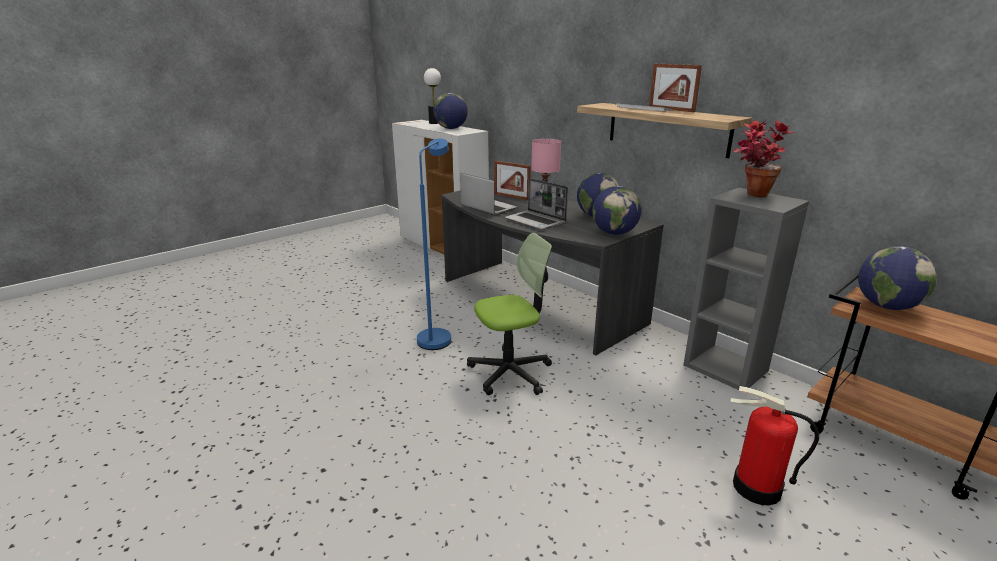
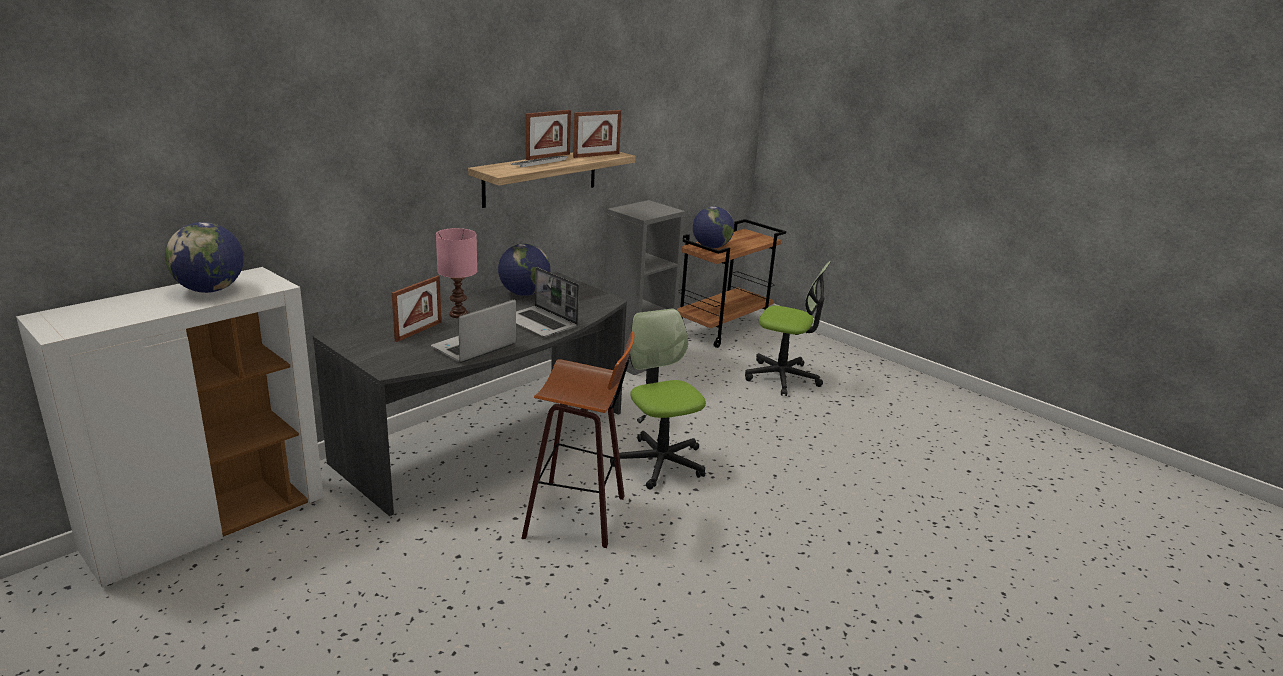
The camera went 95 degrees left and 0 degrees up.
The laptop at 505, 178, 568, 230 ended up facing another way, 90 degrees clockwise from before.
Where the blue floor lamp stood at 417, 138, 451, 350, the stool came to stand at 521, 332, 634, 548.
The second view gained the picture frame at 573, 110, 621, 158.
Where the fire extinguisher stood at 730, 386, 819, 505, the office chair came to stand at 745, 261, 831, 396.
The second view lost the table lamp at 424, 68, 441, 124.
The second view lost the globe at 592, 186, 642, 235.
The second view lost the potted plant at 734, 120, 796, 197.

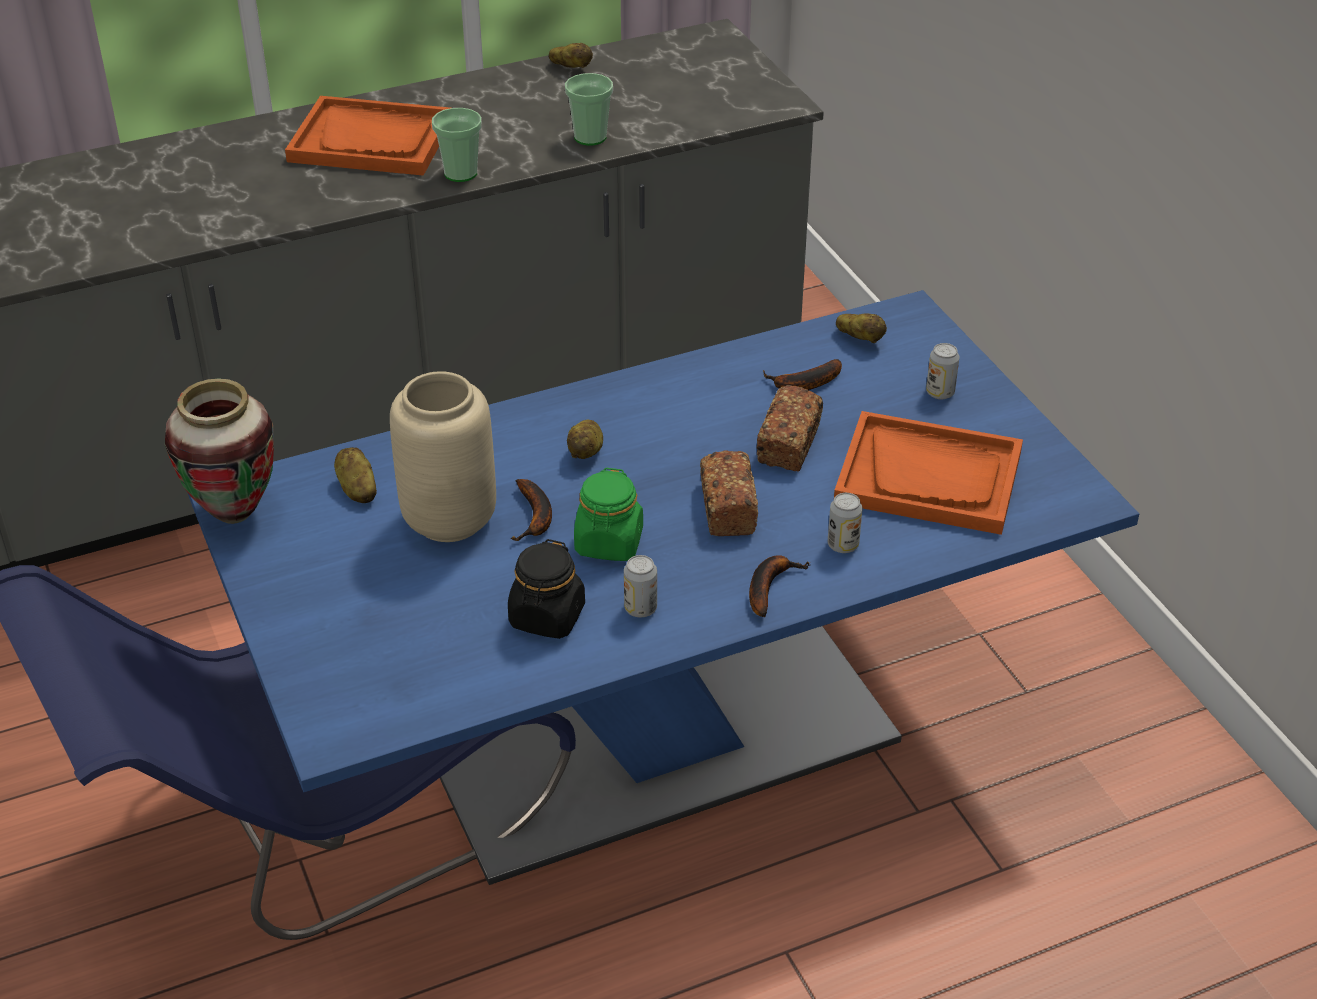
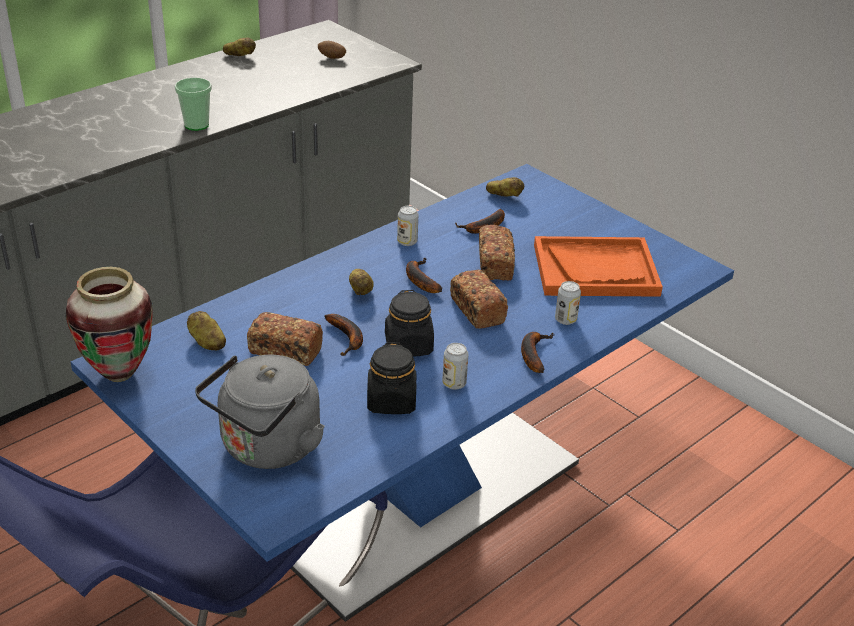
The camera went 20 degrees left and 5 degrees down.
The second view gained the grey kettle at 195, 354, 325, 469.
Where the beige vase stood at 390, 371, 496, 542, the bread came to stand at 247, 312, 323, 366.
The second view gained the potato at 318, 41, 346, 59.
What was the green jar at 574, 468, 643, 561 turned into the black jar at 385, 290, 434, 357.
The can ended up elsewhere, having gone from 926, 343, 959, 399 to 397, 206, 418, 246.
The second view gained the banana at 406, 258, 442, 293.
The second view lost the orange tray at 285, 96, 450, 176.
The second view lost the cup at 565, 73, 613, 146.

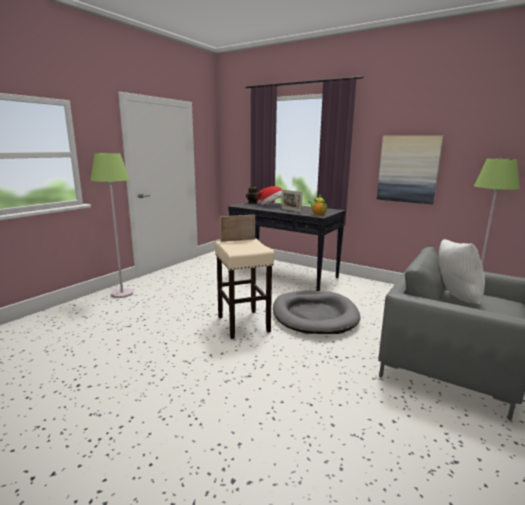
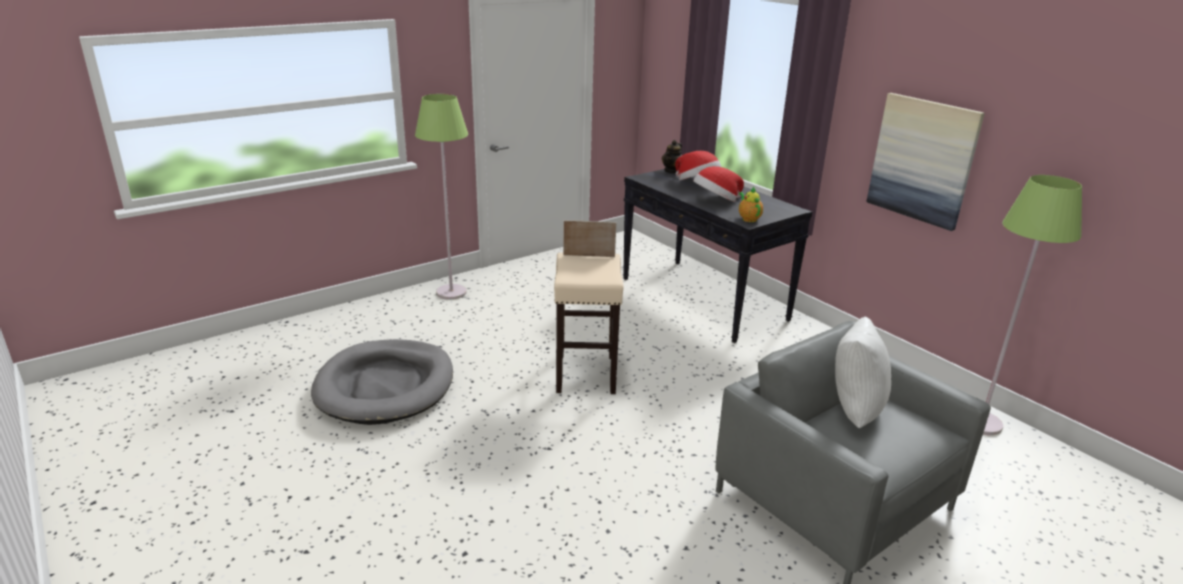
The camera went 20 degrees right and 10 degrees up.
The grey dog bed ended up elsewhere, having gone from 273, 291, 361, 334 to 311, 339, 453, 425.
Where the picture frame stood at 281, 190, 303, 212, the hat came to stand at 693, 166, 744, 202.

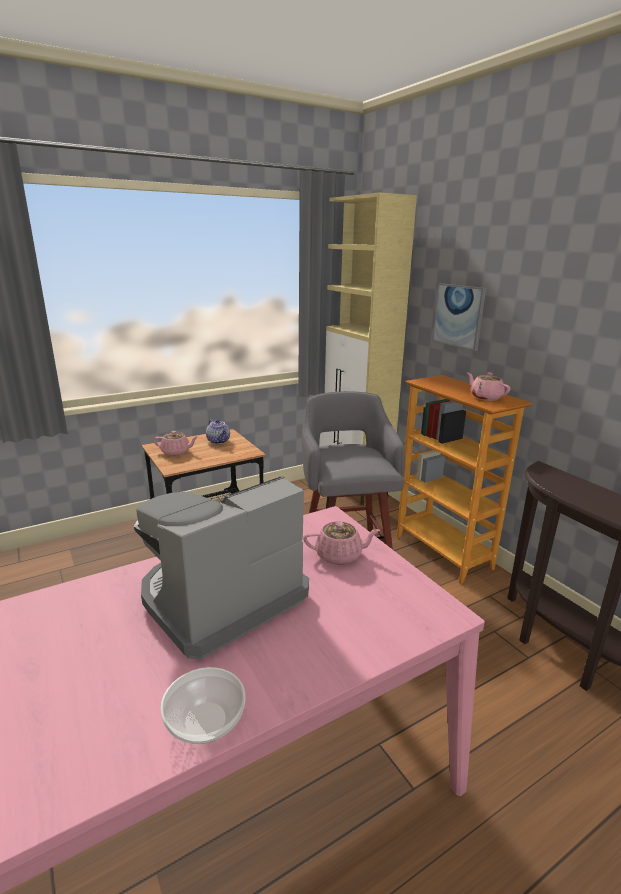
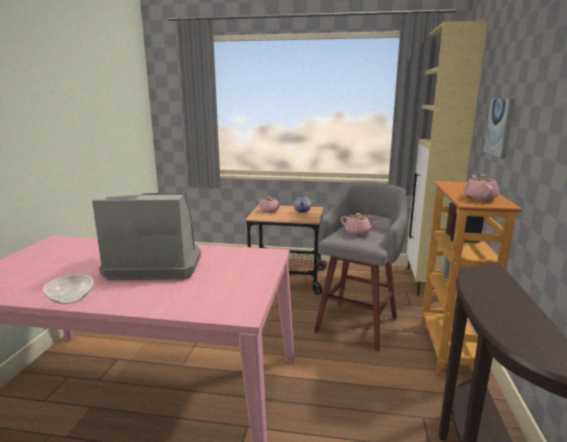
The camera went 40 degrees right and 5 degrees down.
The pink teapot ended up elsewhere, having gone from 303, 521, 380, 565 to 341, 213, 379, 235.

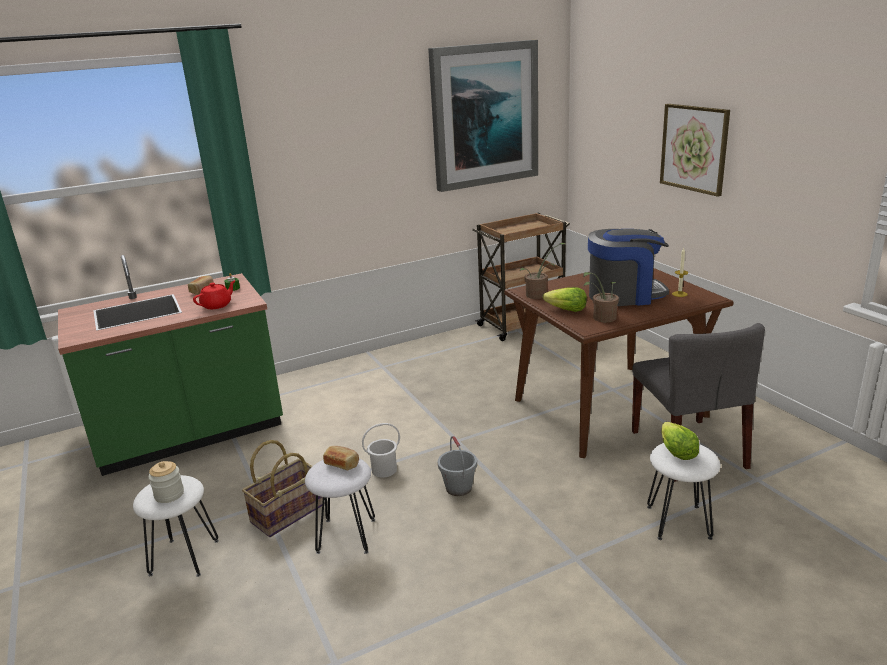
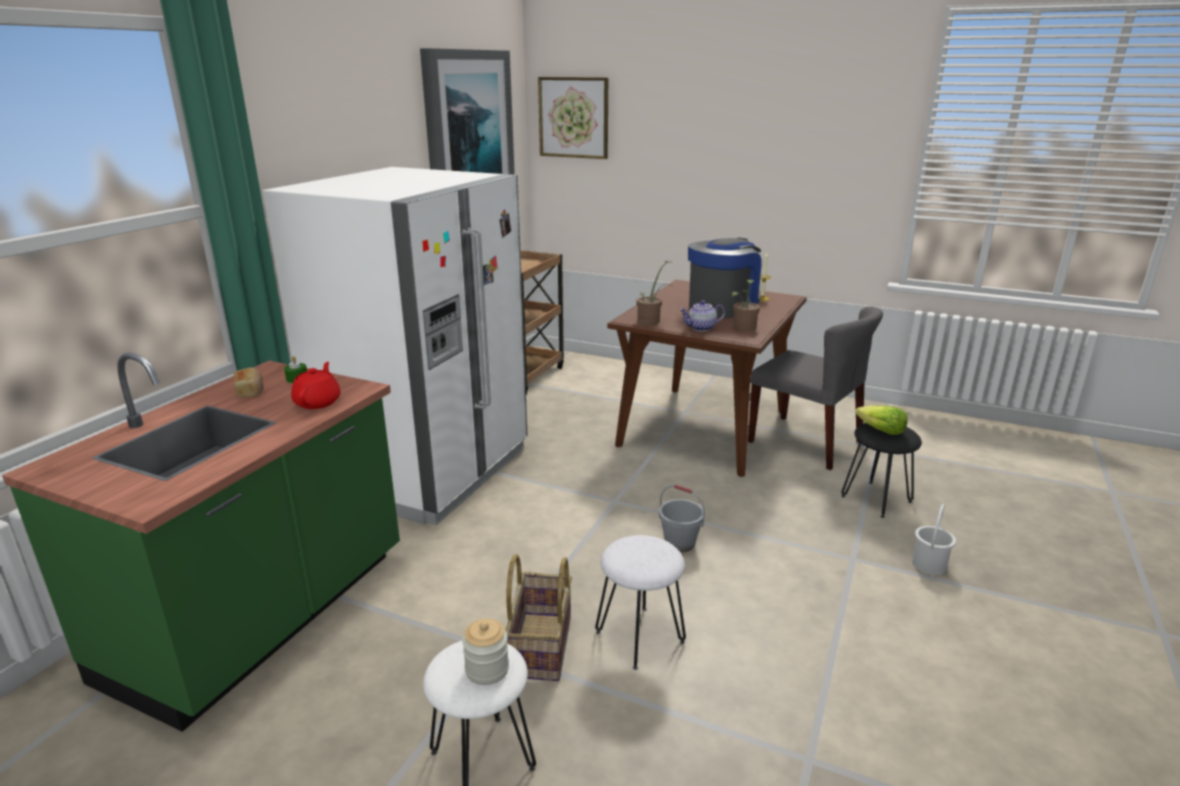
The camera went 40 degrees left and 0 degrees up.
The second view gained the white fridge at 263, 167, 528, 525.
The picture ended up elsewhere, having gone from 660, 104, 730, 197 to 538, 77, 608, 159.
Where the lettuce stood at 542, 287, 587, 312, the teapot came to stand at 680, 300, 725, 331.
What was the white stool at 647, 443, 720, 540 turned into the black stool at 841, 423, 922, 518.
The white bucket ended up elsewhere, having gone from 362, 423, 400, 478 to 912, 504, 956, 575.
The second view lost the bread at 323, 446, 359, 470.

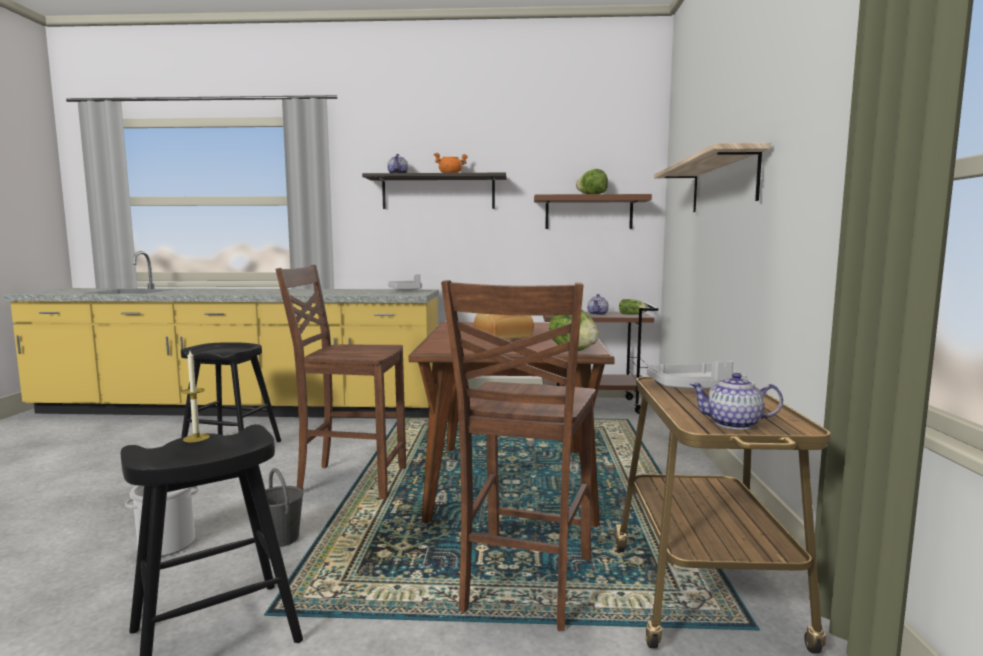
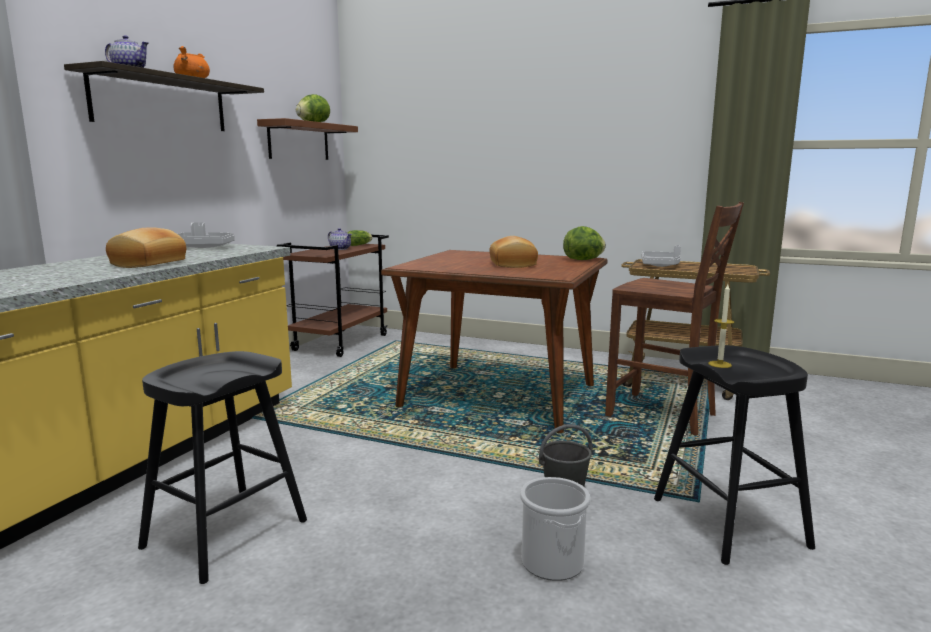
The camera went 70 degrees left and 5 degrees up.
The second view gained the bread at 106, 227, 186, 268.
The second view lost the brown chair at 275, 265, 406, 499.
The second view lost the shelf at 654, 143, 771, 212.
The second view lost the teapot at 690, 373, 783, 430.

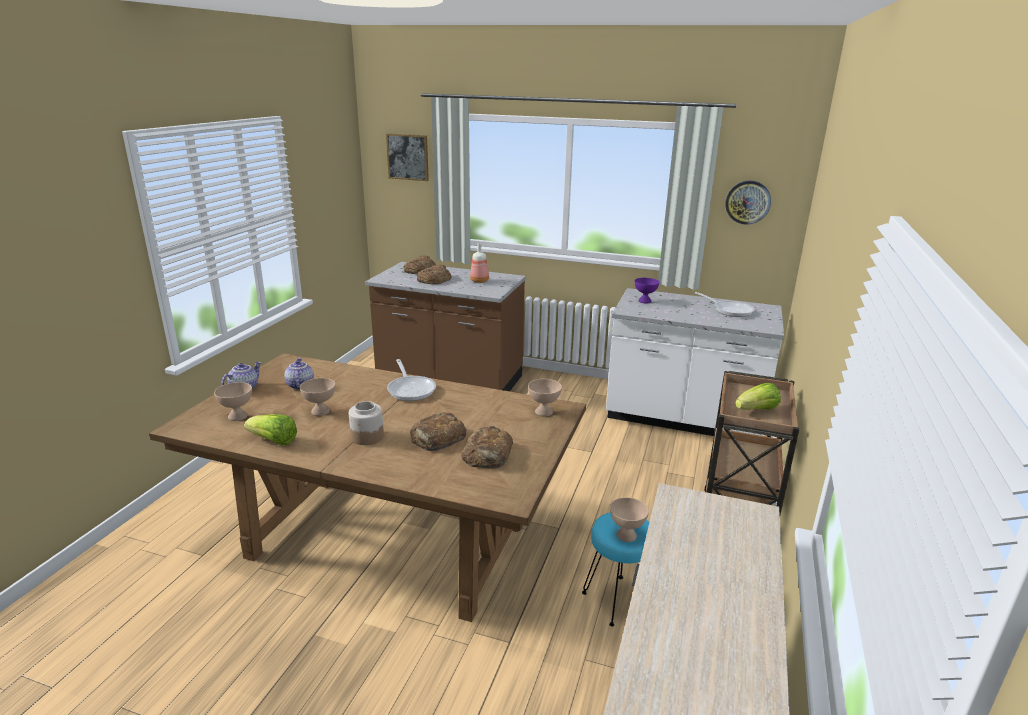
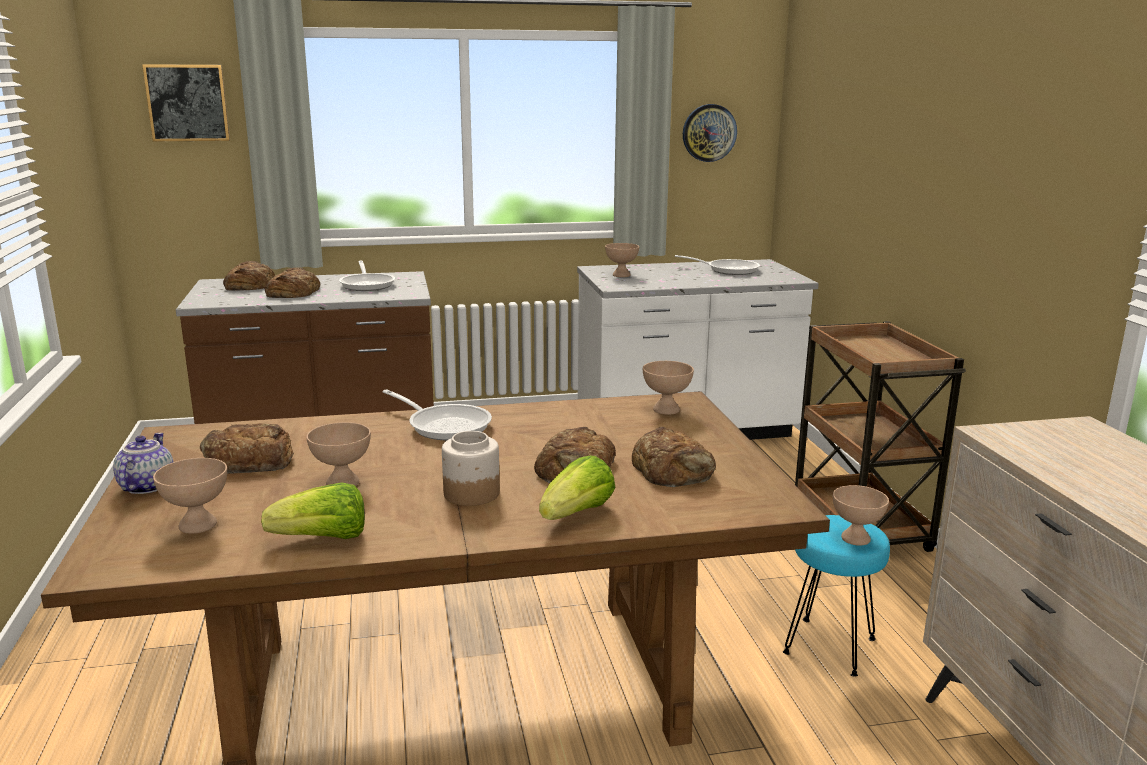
The camera went 30 degrees left and 5 degrees down.
Where the teapot stood at 284, 358, 314, 390, the bread came to stand at 200, 423, 294, 473.
Where the bottle stood at 470, 243, 489, 283, the frying pan came to stand at 339, 260, 395, 291.
The lettuce ended up elsewhere, having gone from 735, 383, 781, 410 to 539, 456, 615, 520.
What was the purple bowl at 635, 278, 659, 304 turned into the beige bowl at 605, 243, 639, 277.

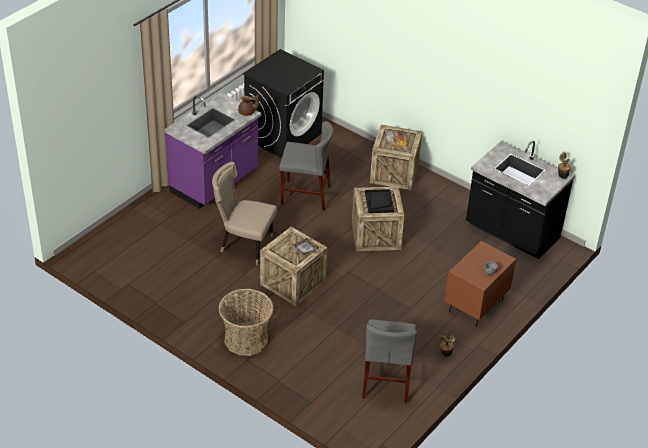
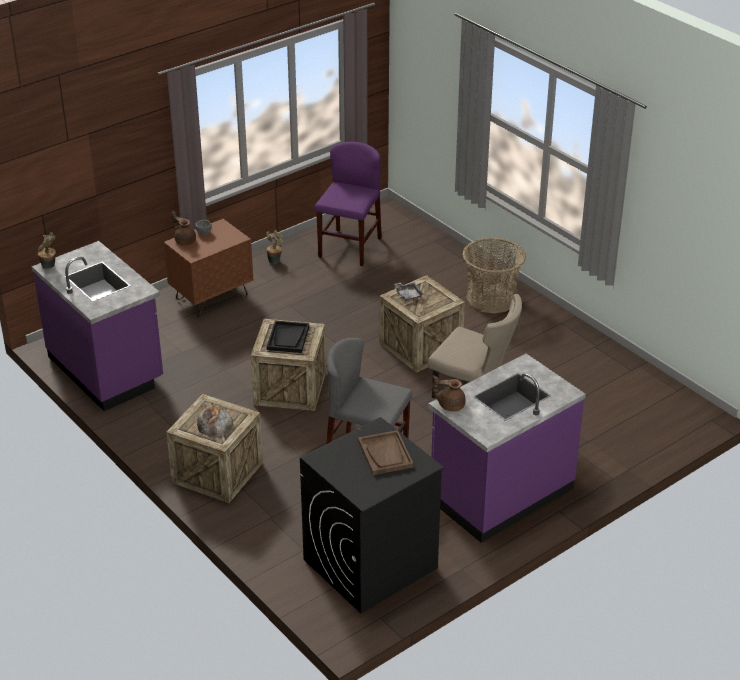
The camera went 165 degrees left and 5 degrees down.
What was the black counter at 466, 140, 575, 259 turned into the purple counter at 32, 241, 163, 411.
The second view gained the brown teapot at 172, 211, 196, 245.
What was the grey chair at 362, 319, 417, 403 turned into the purple chair at 315, 142, 382, 266.
The second view gained the brown tray at 358, 430, 413, 475.

